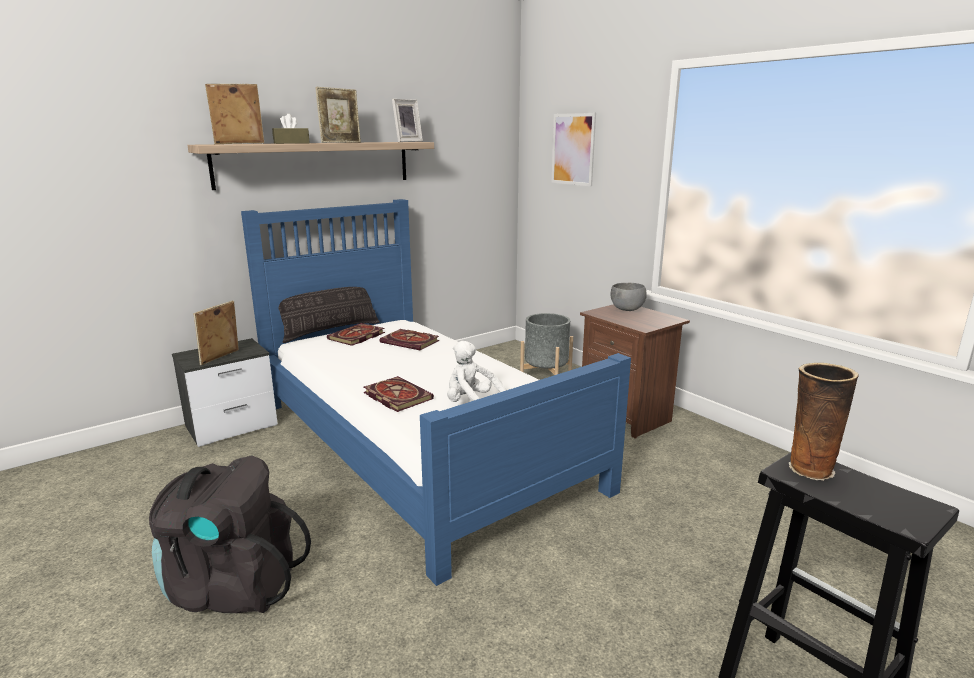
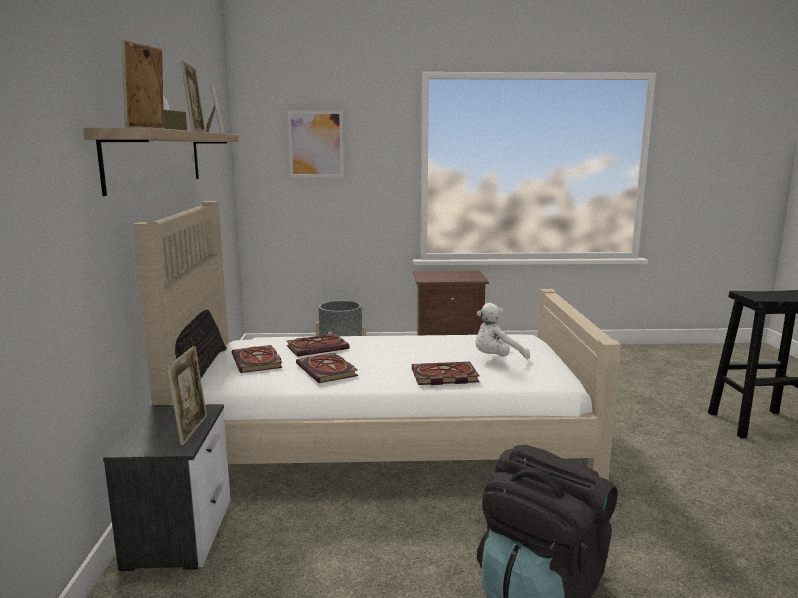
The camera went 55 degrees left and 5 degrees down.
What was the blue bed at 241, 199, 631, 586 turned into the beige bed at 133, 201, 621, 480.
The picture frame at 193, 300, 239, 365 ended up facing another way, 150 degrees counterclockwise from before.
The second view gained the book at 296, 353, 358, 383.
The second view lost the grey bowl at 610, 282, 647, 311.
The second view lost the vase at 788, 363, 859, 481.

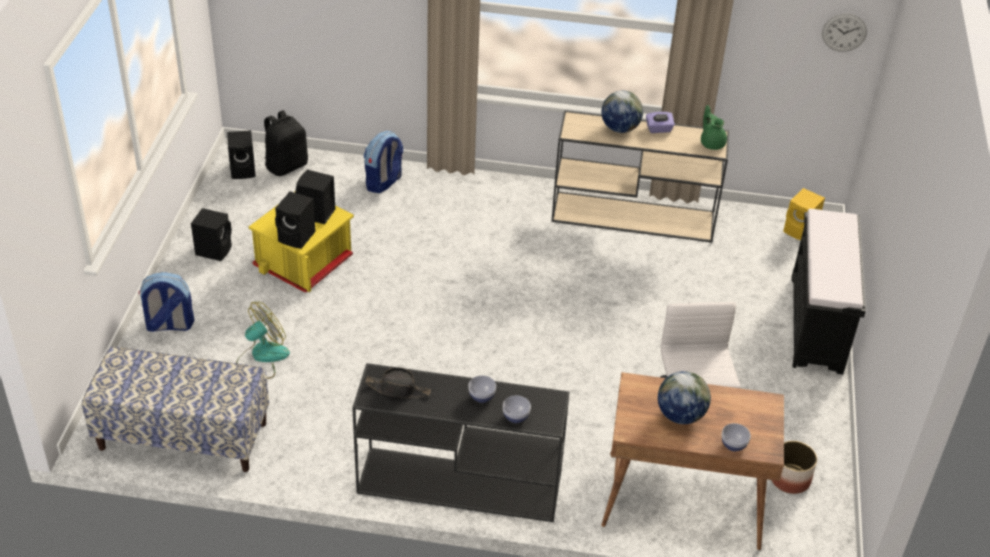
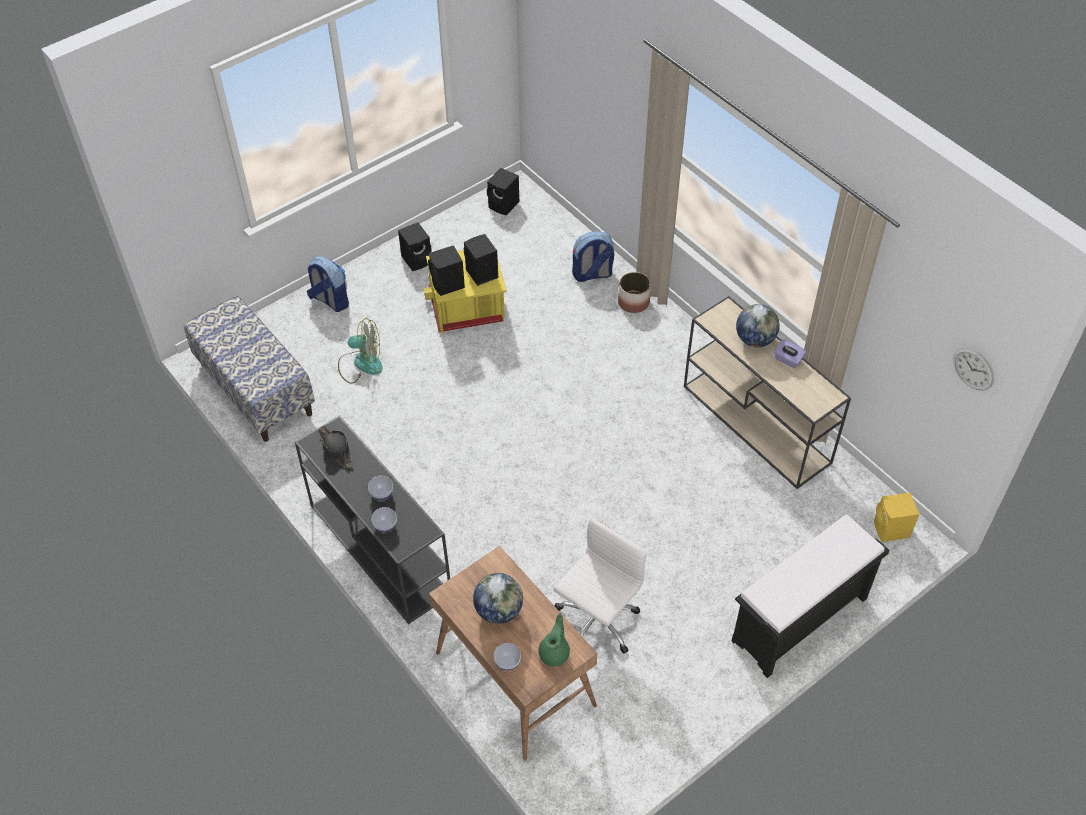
The camera went 45 degrees right and 10 degrees up.
The green teapot ended up elsewhere, having gone from 701, 105, 727, 150 to 538, 614, 570, 667.
The planter ended up elsewhere, having gone from 771, 441, 817, 494 to 618, 272, 651, 313.
The second view lost the black backpack at 264, 110, 308, 176.

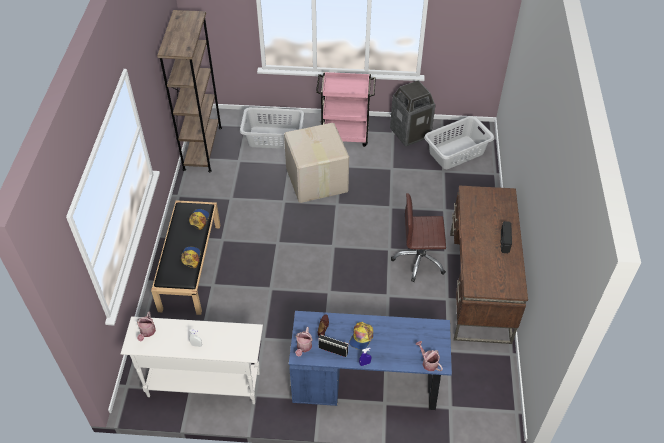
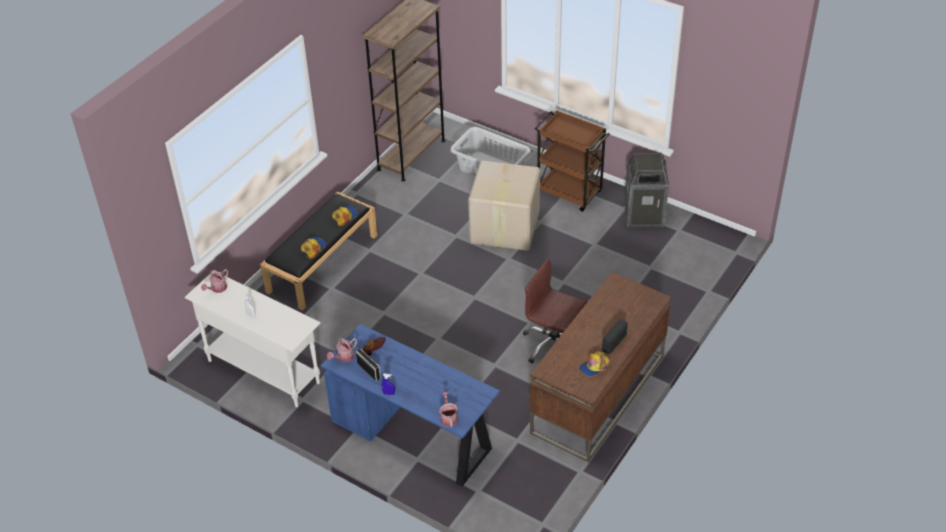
The camera went 30 degrees right and 5 degrees down.
What was the pink cart at 316, 72, 376, 147 turned into the brown cart at 534, 110, 610, 212.
The cap ended up elsewhere, having gone from 349, 322, 373, 350 to 579, 351, 610, 376.
The second view lost the grey laundry basket at 424, 116, 494, 169.

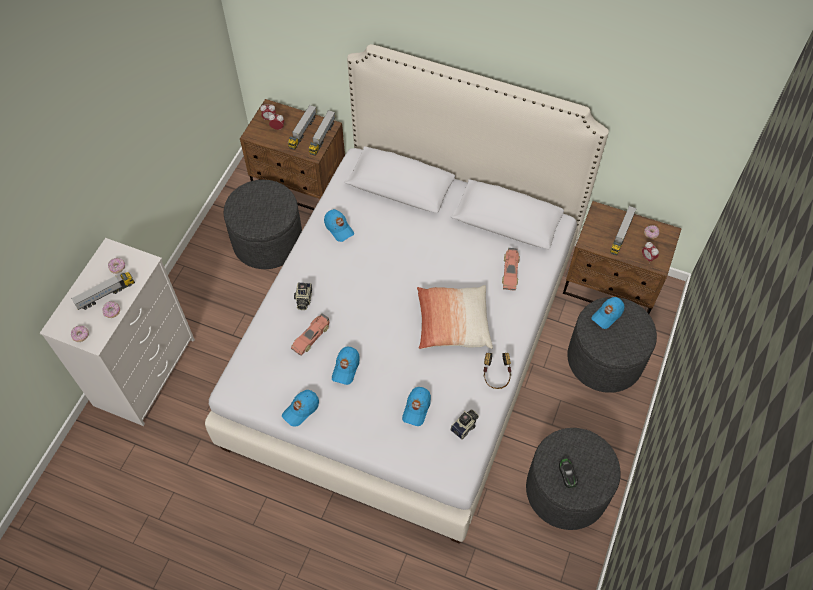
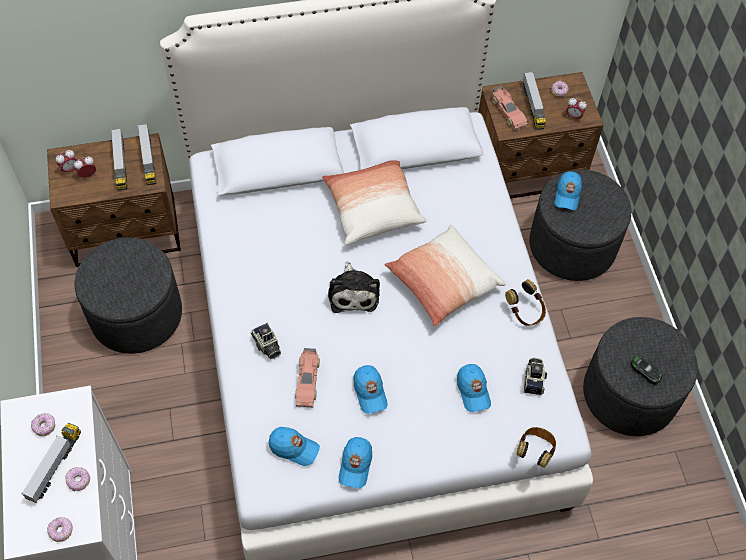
The camera went 35 degrees left and 0 degrees up.
The blue cap ended up elsewhere, having gone from 324, 209, 354, 242 to 269, 427, 320, 466.
The second view gained the pillow at 322, 160, 426, 245.
The second view gained the plush toy at 328, 262, 380, 313.
The toy car ended up elsewhere, having gone from 502, 248, 520, 291 to 492, 85, 528, 131.
The second view gained the headphones at 516, 427, 556, 468.

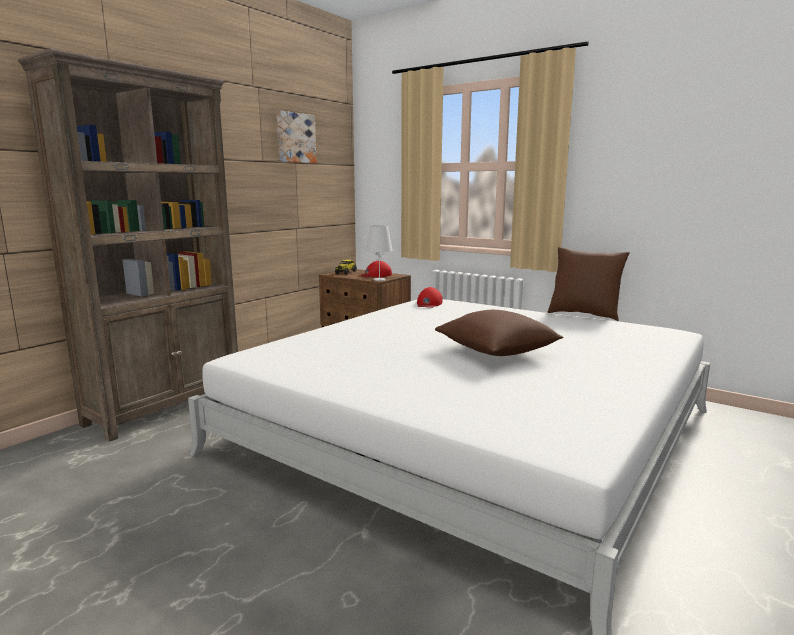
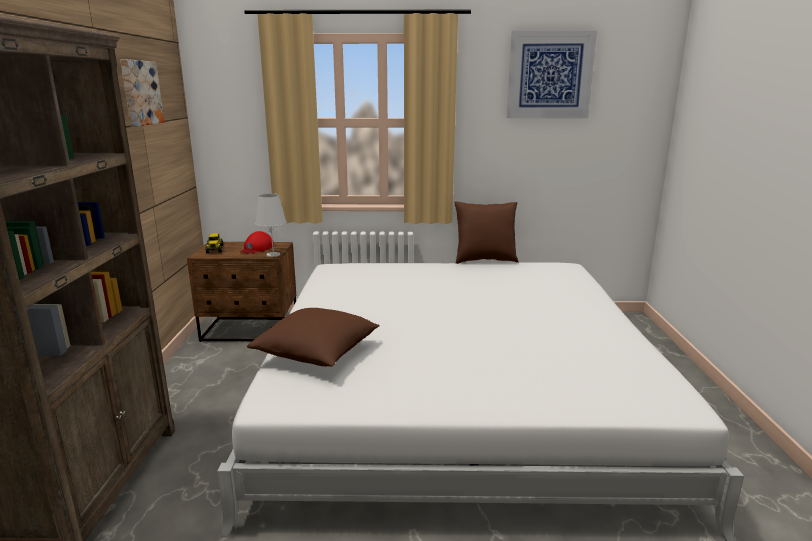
The camera went 35 degrees left and 5 degrees up.
The brown pillow ended up elsewhere, having gone from 435, 310, 563, 356 to 247, 308, 380, 366.
The second view gained the picture at 507, 30, 597, 118.
The second view lost the red cap at 417, 287, 442, 308.

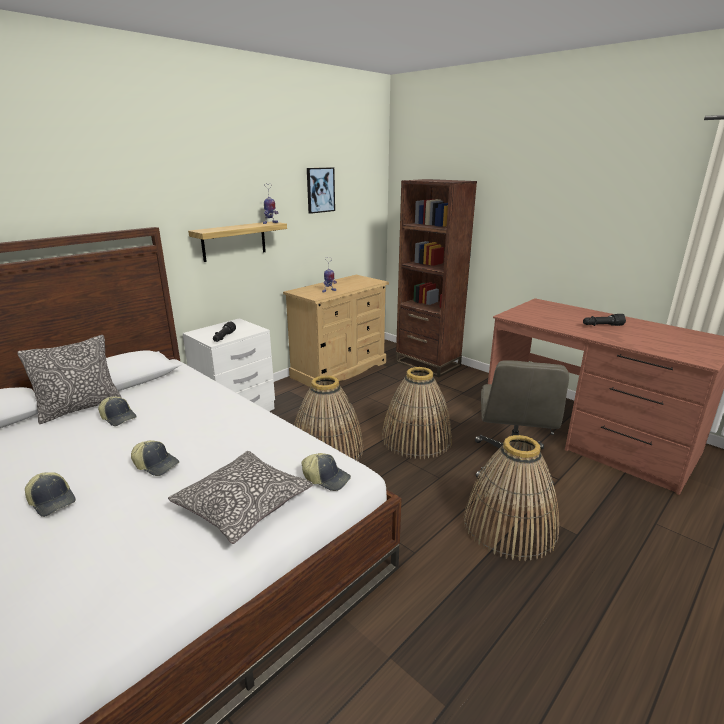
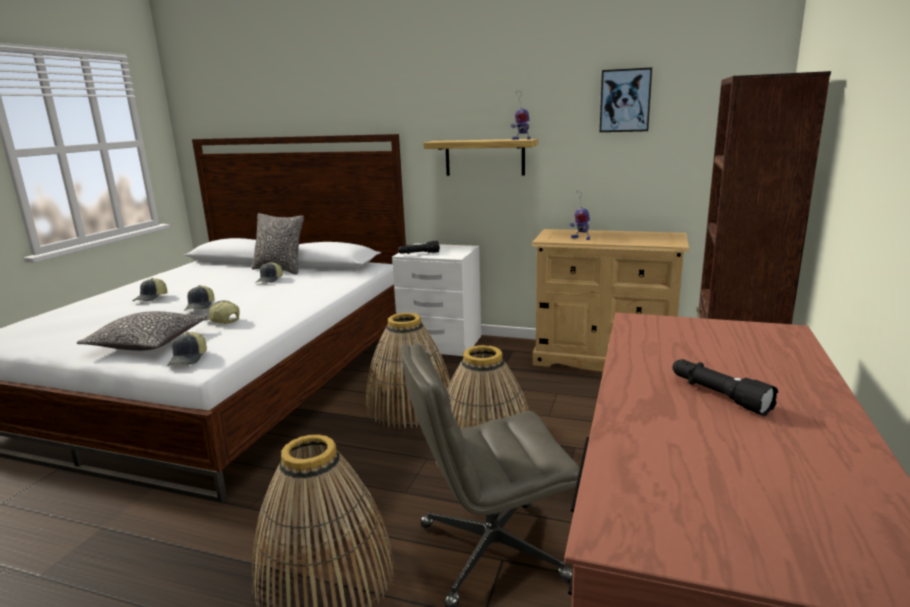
The camera went 65 degrees right and 5 degrees down.
The second view gained the cap at 205, 301, 240, 324.

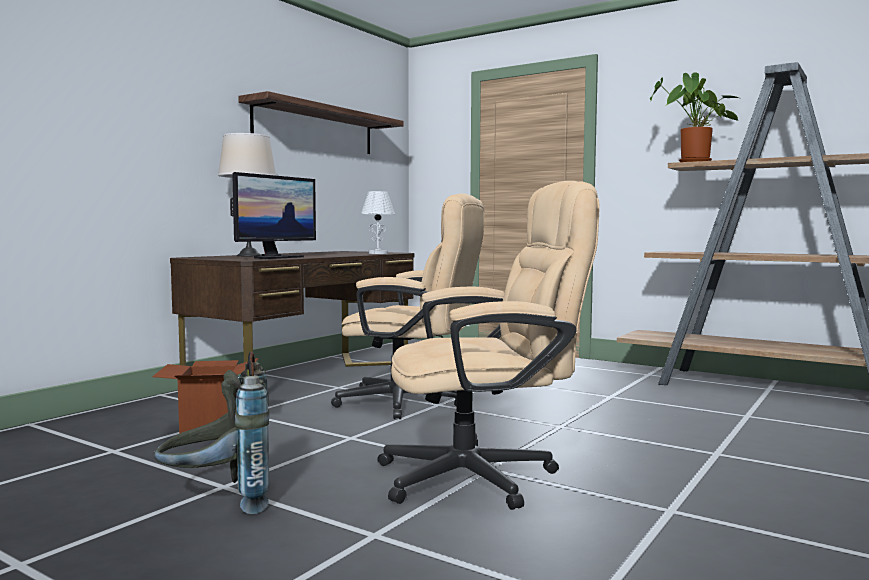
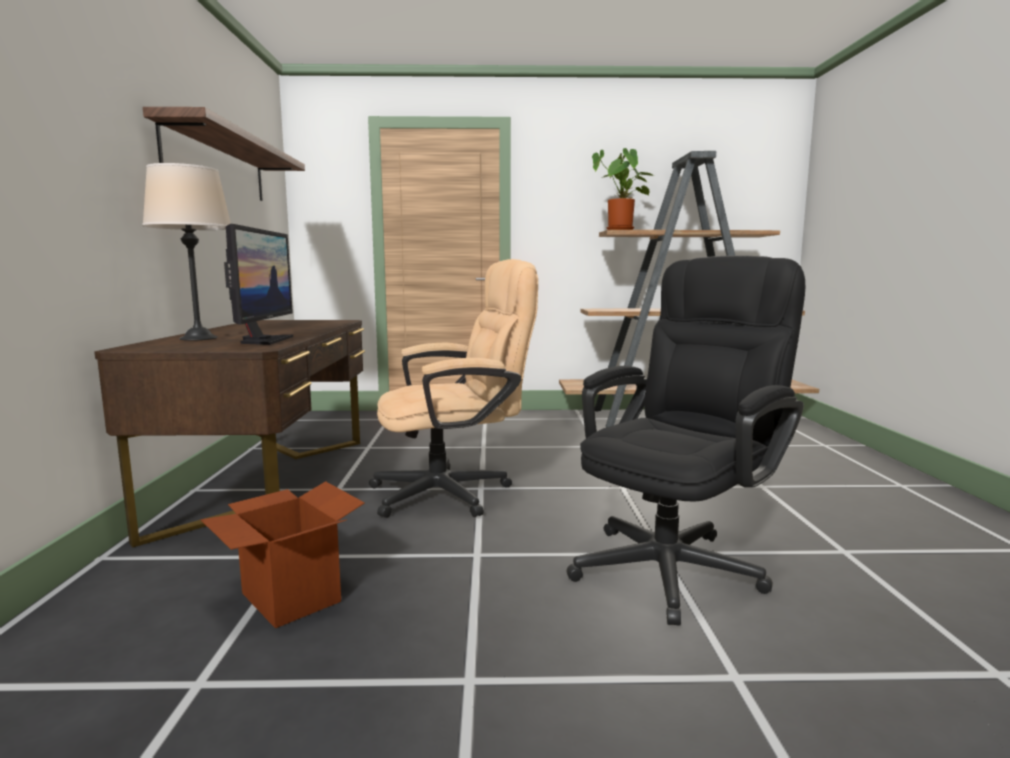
The camera went 35 degrees left and 5 degrees up.
What was the beige office chair at 377, 181, 600, 510 turned into the black office chair at 567, 255, 805, 626.
The second view lost the grey backpack at 154, 352, 269, 514.
The second view lost the white table lamp at 361, 191, 395, 254.

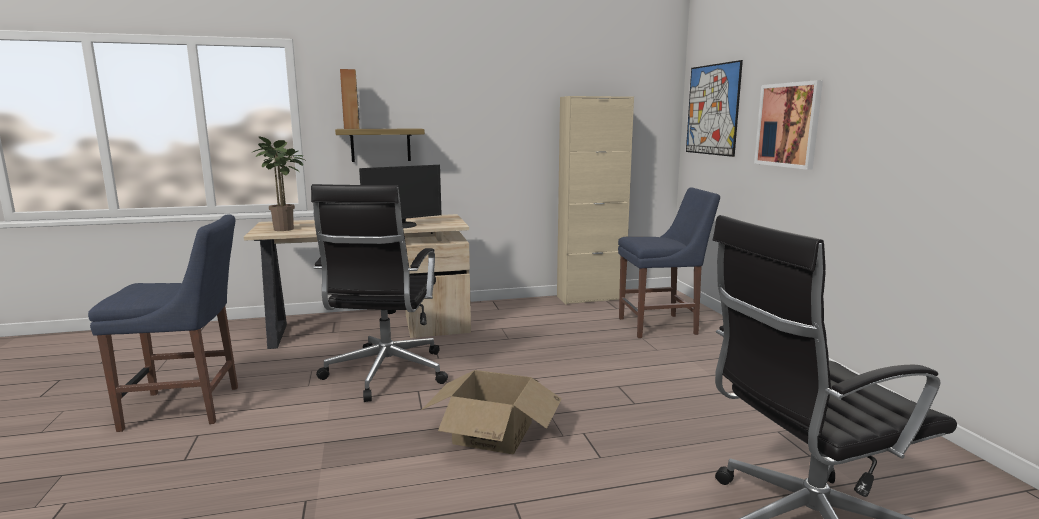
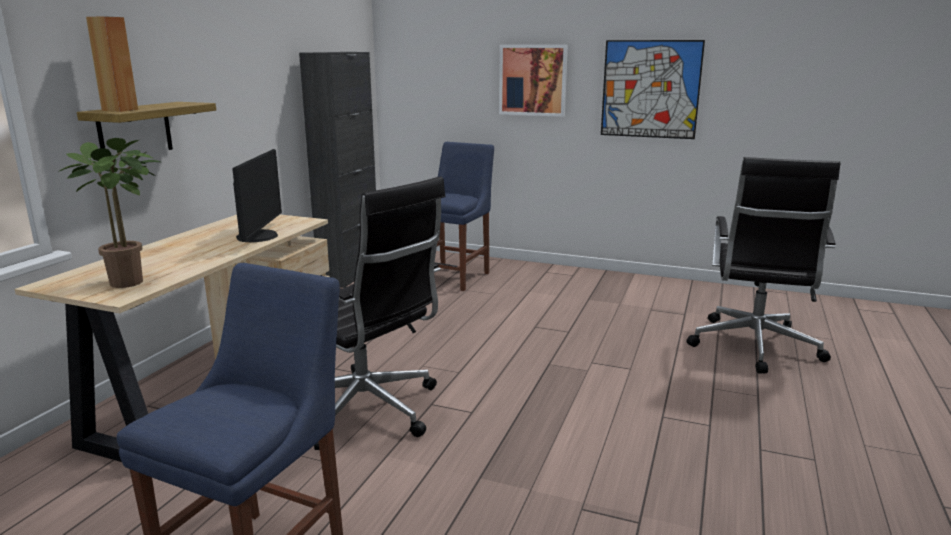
The camera went 55 degrees left and 5 degrees up.
What was the beige cabinet at 557, 96, 634, 305 turned into the black cabinet at 299, 52, 376, 288.
The picture ended up elsewhere, having gone from 686, 60, 743, 157 to 601, 40, 705, 139.
The second view lost the cardboard box at 422, 370, 562, 454.

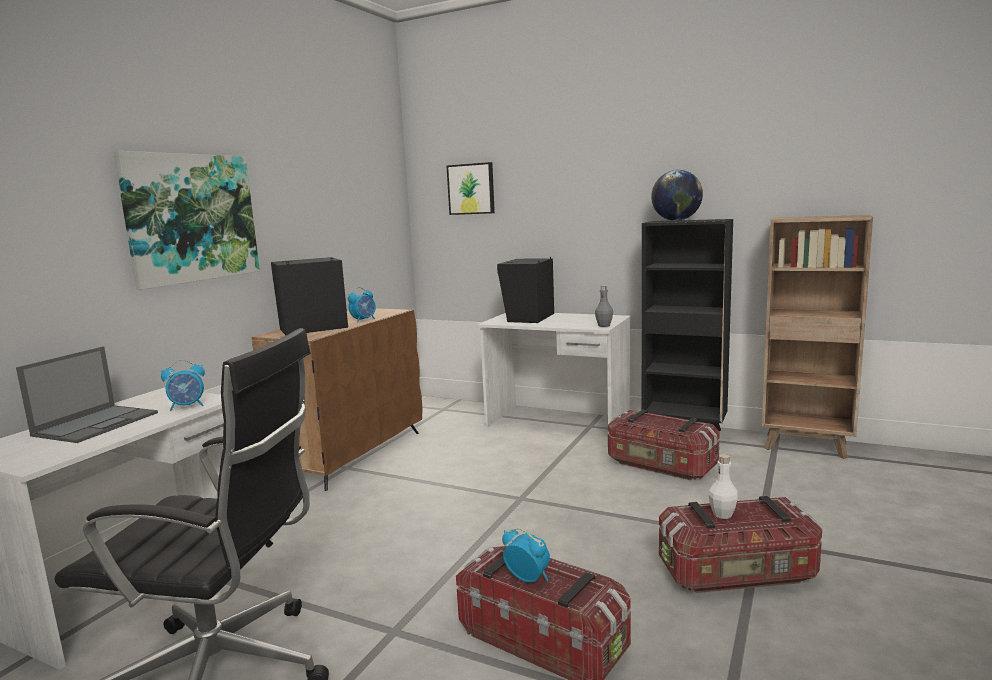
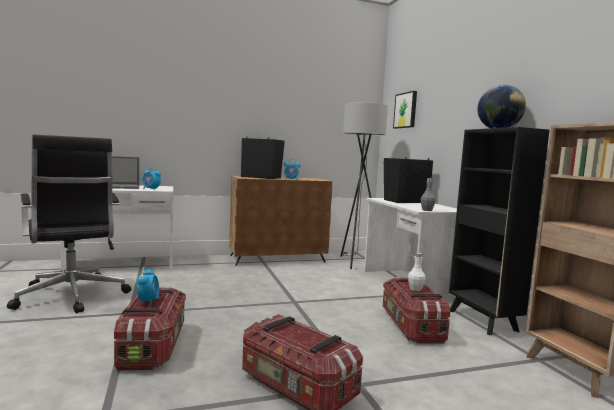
The camera went 45 degrees right and 5 degrees down.
The second view gained the grey floor lamp at 341, 102, 388, 269.
The white bottle ended up elsewhere, having gone from 709, 454, 738, 519 to 408, 253, 426, 291.
The second view lost the picture at 113, 151, 260, 290.

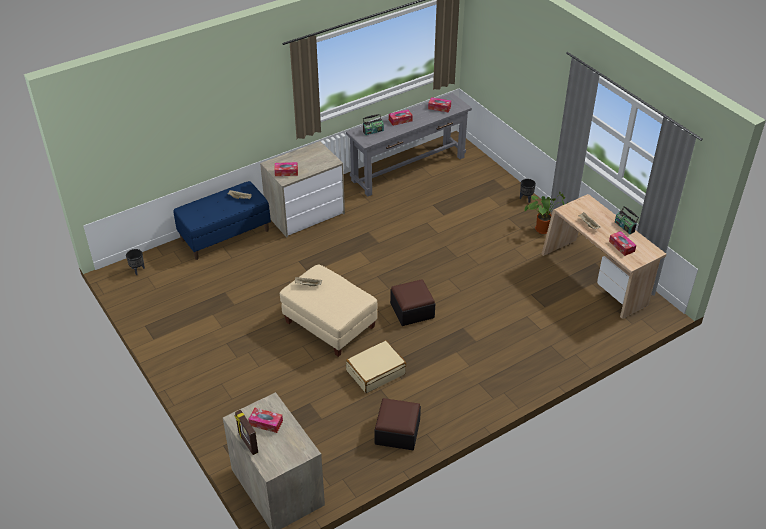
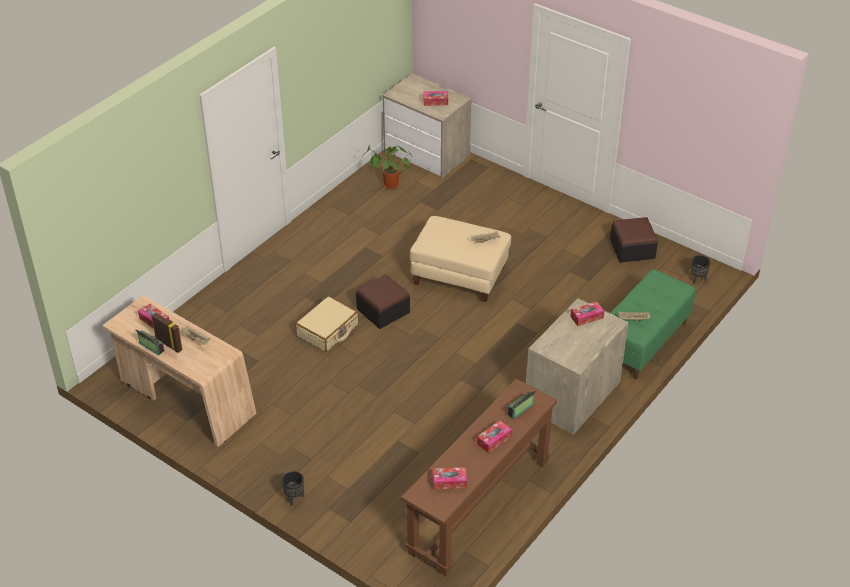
The camera went 160 degrees right and 0 degrees up.
The picture frame ended up elsewhere, having gone from 234, 410, 258, 455 to 151, 313, 183, 353.
The beige suitcase ended up elsewhere, having gone from 346, 340, 406, 393 to 296, 296, 359, 352.
The potted plant ended up elsewhere, having gone from 524, 191, 568, 234 to 362, 145, 413, 189.
What was the grey console table at 346, 93, 472, 197 turned into the brown console table at 401, 379, 557, 577.
The ottoman ended up elsewhere, having gone from 374, 398, 421, 450 to 610, 217, 658, 263.
What was the blue bench at 174, 181, 271, 260 turned into the green bench at 610, 269, 695, 379.

